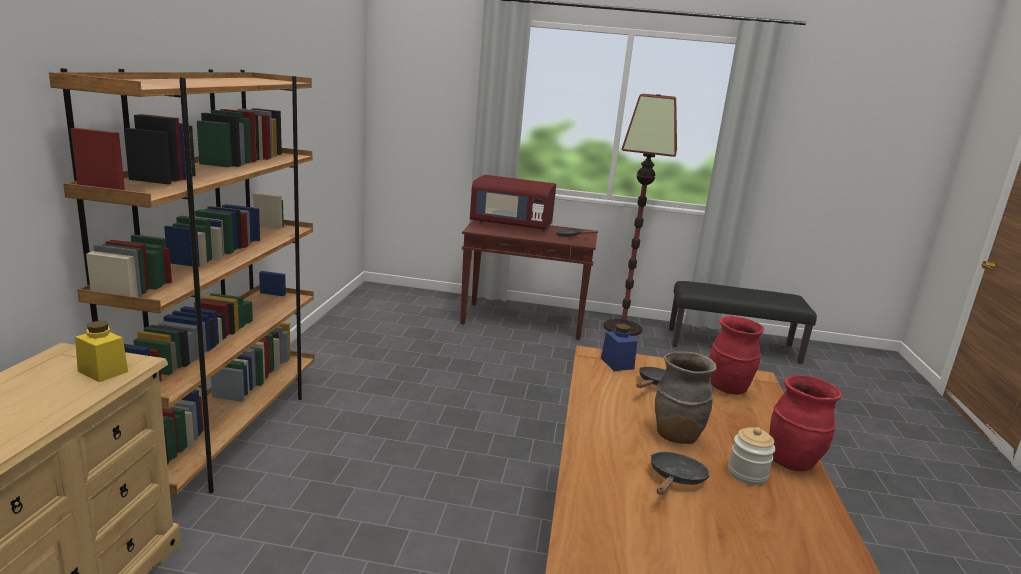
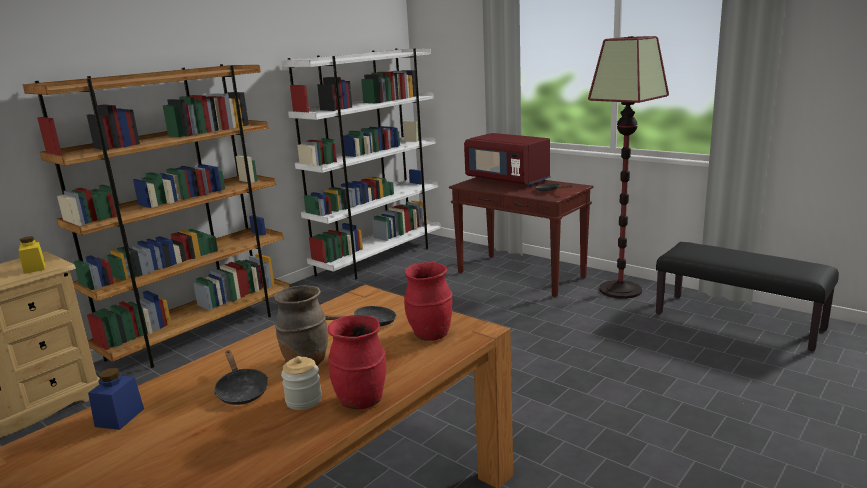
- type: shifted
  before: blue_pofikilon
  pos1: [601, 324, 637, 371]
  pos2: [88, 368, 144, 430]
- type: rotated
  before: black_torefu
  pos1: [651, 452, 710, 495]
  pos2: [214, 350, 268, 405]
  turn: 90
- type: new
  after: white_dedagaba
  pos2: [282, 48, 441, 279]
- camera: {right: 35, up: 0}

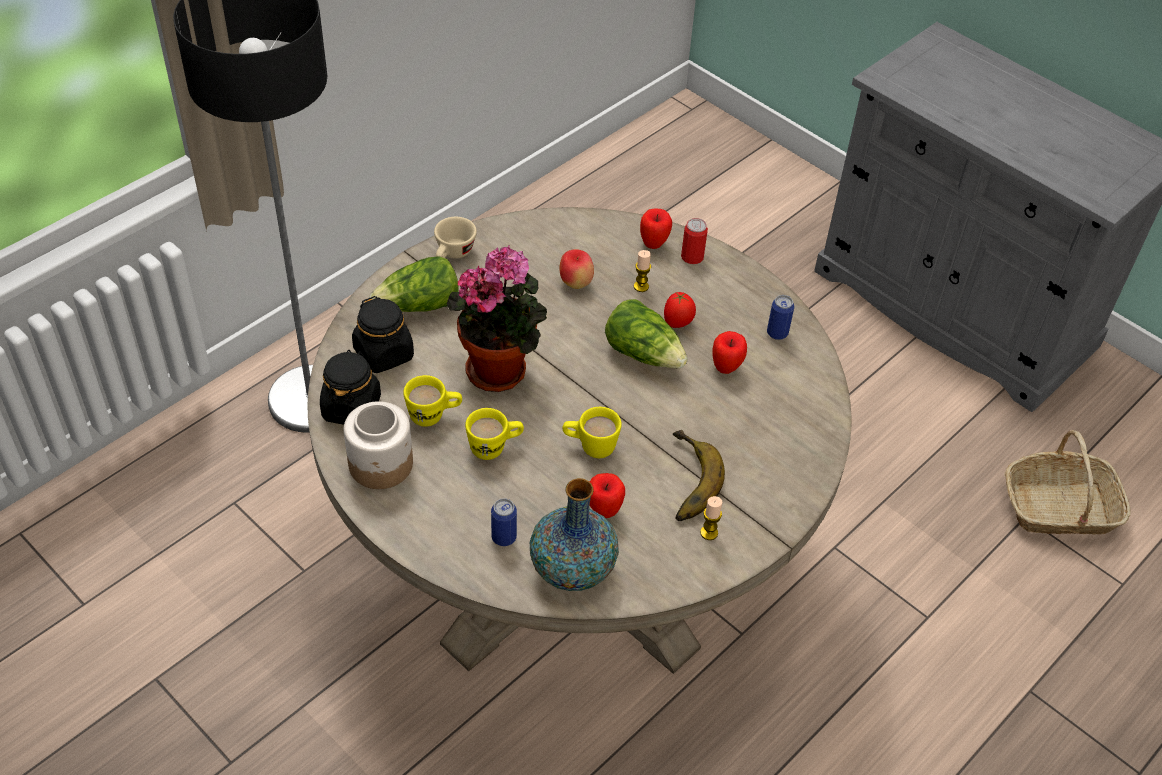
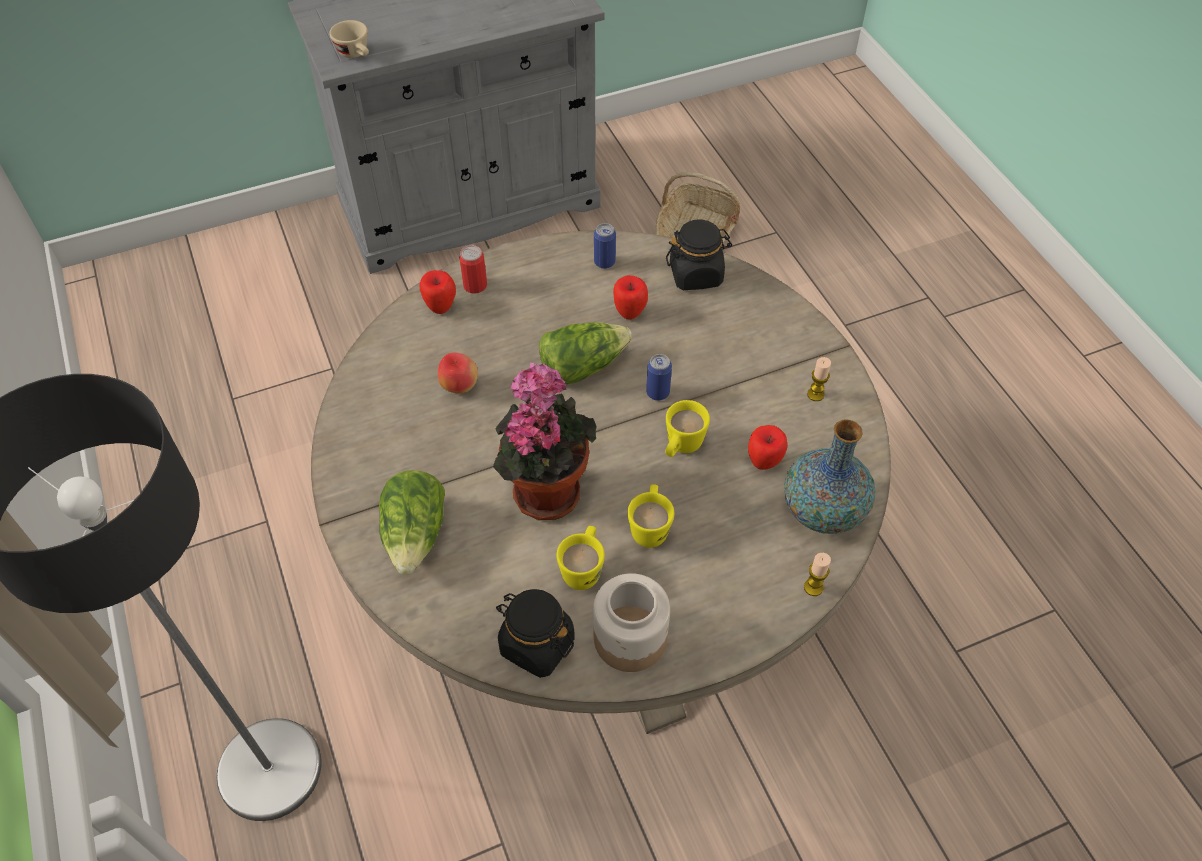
- type: shifted
  before: black_pofikilon
  pos1: [352, 296, 414, 373]
  pos2: [666, 219, 732, 290]
- type: shifted
  before: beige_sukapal
  pos1: [434, 217, 477, 259]
  pos2: [329, 20, 369, 58]
- type: shifted
  before: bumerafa
  pos1: [491, 498, 517, 546]
  pos2: [646, 354, 672, 401]
- type: shifted
  before: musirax
  pos1: [634, 250, 651, 292]
  pos2: [804, 553, 831, 596]
- type: gone
  before: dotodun
  pos1: [664, 292, 696, 328]
- type: gone
  before: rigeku
  pos1: [673, 430, 725, 521]
- camera: {right: -65, up: 5}

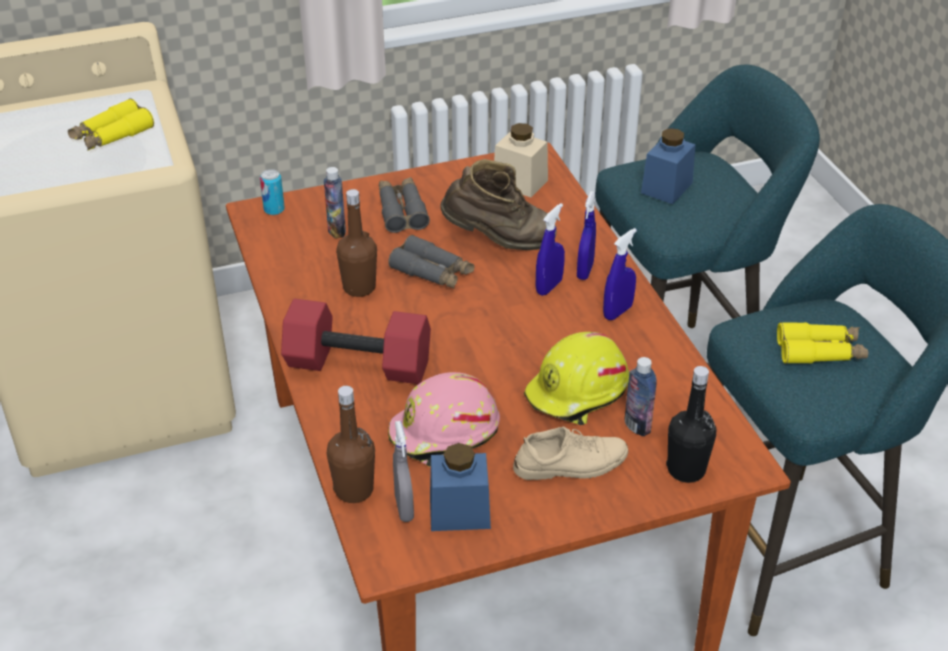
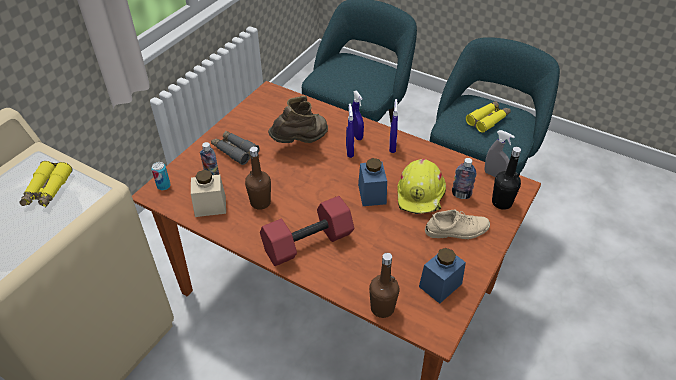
- type: gone
  before: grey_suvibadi
  pos1: [388, 235, 474, 289]
- type: gone
  before: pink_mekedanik
  pos1: [388, 372, 500, 467]
- type: shifted
  before: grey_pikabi
  pos1: [393, 421, 414, 522]
  pos2: [484, 130, 515, 177]
- type: shifted
  before: beige_pofikilon
  pos1: [494, 123, 548, 197]
  pos2: [191, 170, 226, 217]
- type: rotated
  before: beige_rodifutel
  pos1: [513, 427, 628, 480]
  pos2: [425, 210, 490, 239]
  turn: 45
- type: shifted
  before: blue_pofikilon
  pos1: [641, 128, 696, 204]
  pos2: [358, 158, 387, 206]
- camera: {right: -40, up: 5}

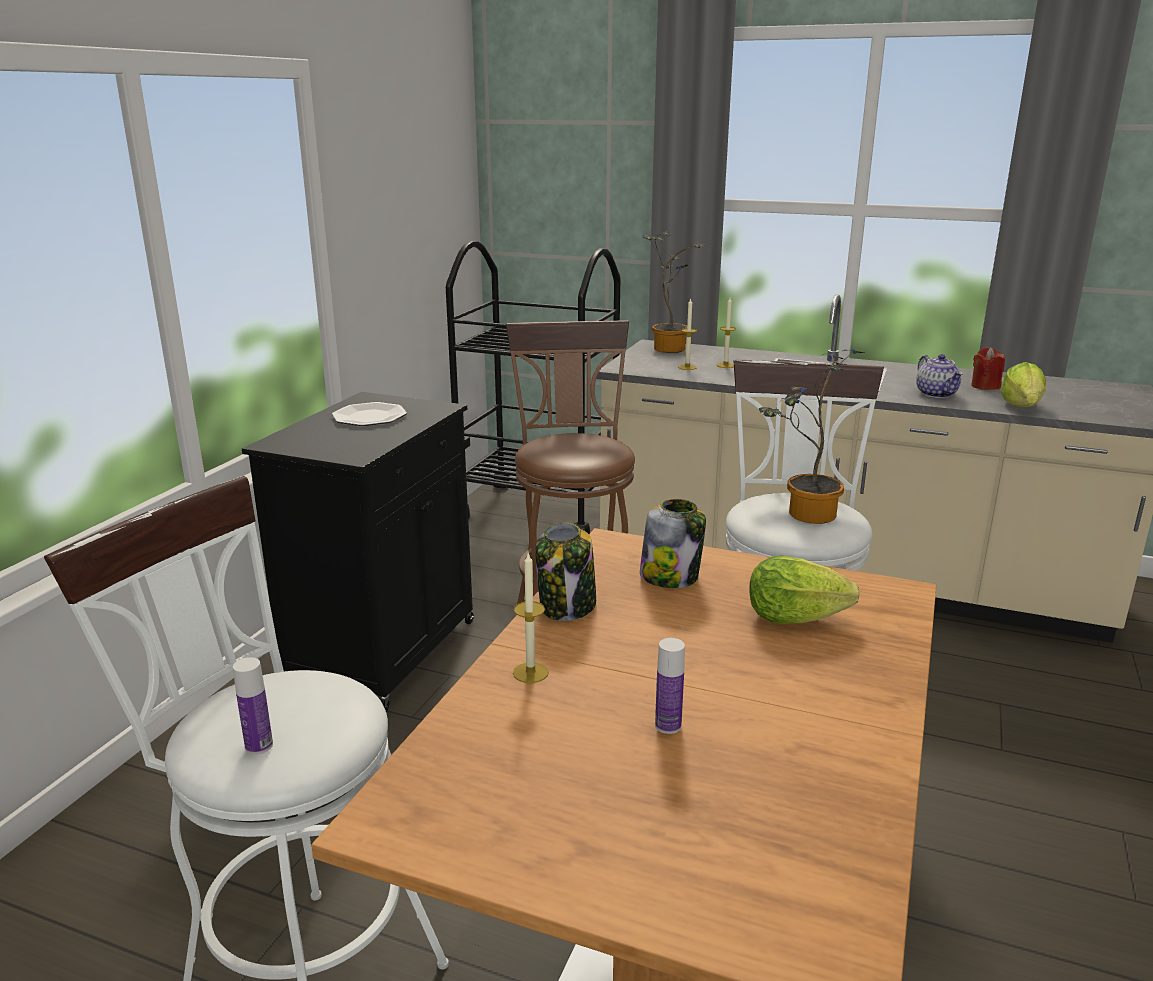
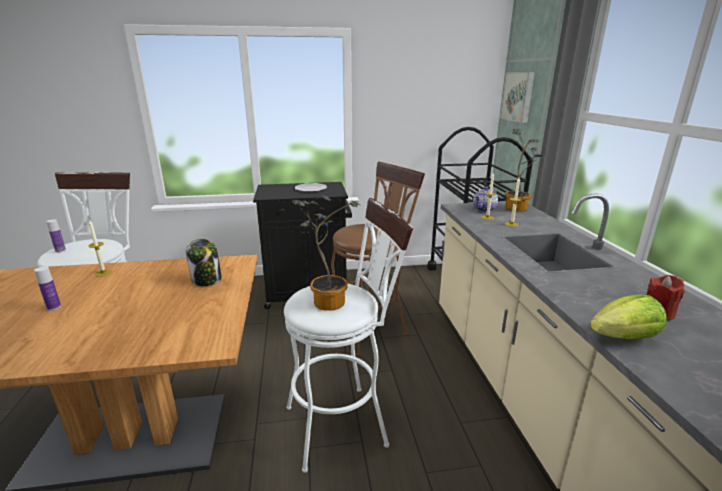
- type: gone
  before: pofikilon
  pos1: [535, 523, 596, 621]
- type: gone
  before: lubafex
  pos1: [749, 556, 860, 624]
- type: shifted
  before: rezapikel
  pos1: [916, 354, 963, 398]
  pos2: [473, 187, 498, 212]
- type: new
  after: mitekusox
  pos2: [500, 72, 535, 123]
- camera: {right: 60, up: 0}

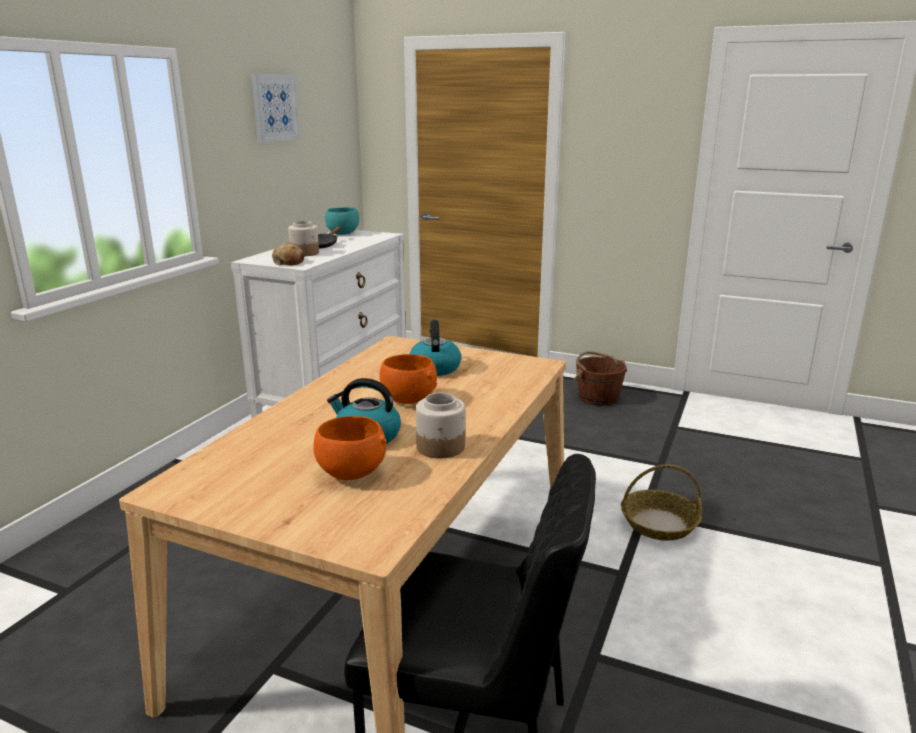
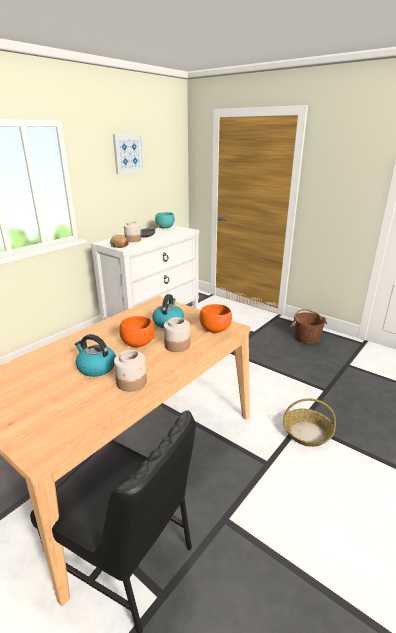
- type: shifted
  before: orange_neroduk
  pos1: [313, 416, 387, 480]
  pos2: [199, 304, 232, 333]
- type: new
  after: pofikilon
  pos2: [164, 317, 190, 352]
- camera: {right: 15, up: 5}

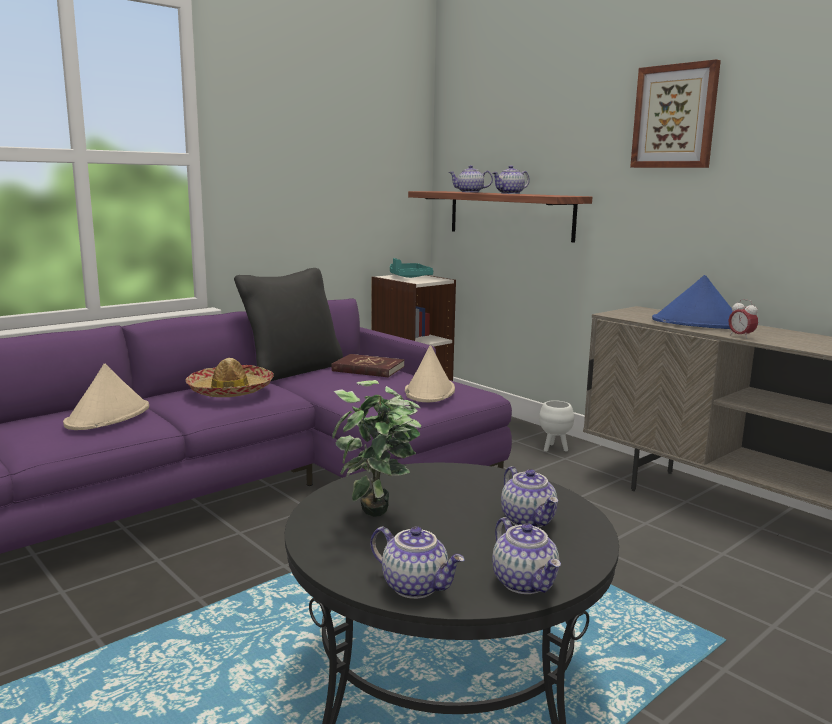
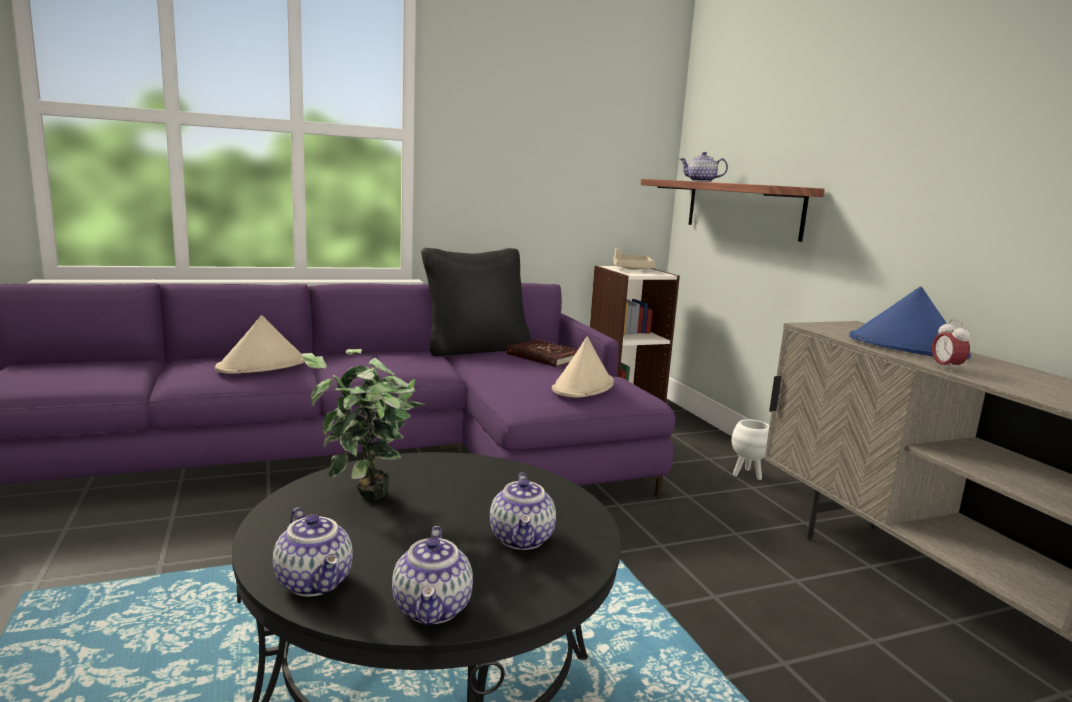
- type: gone
  before: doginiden
  pos1: [186, 358, 274, 397]
- type: repainted
  before: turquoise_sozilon
  after: beige_sozilon
  pos1: [390, 258, 433, 278]
  pos2: [613, 248, 655, 270]
- type: gone
  before: rezapikel
  pos1: [492, 165, 530, 194]
- type: gone
  before: mitekusox
  pos1: [630, 59, 721, 168]
- camera: {right: 20, up: 0}

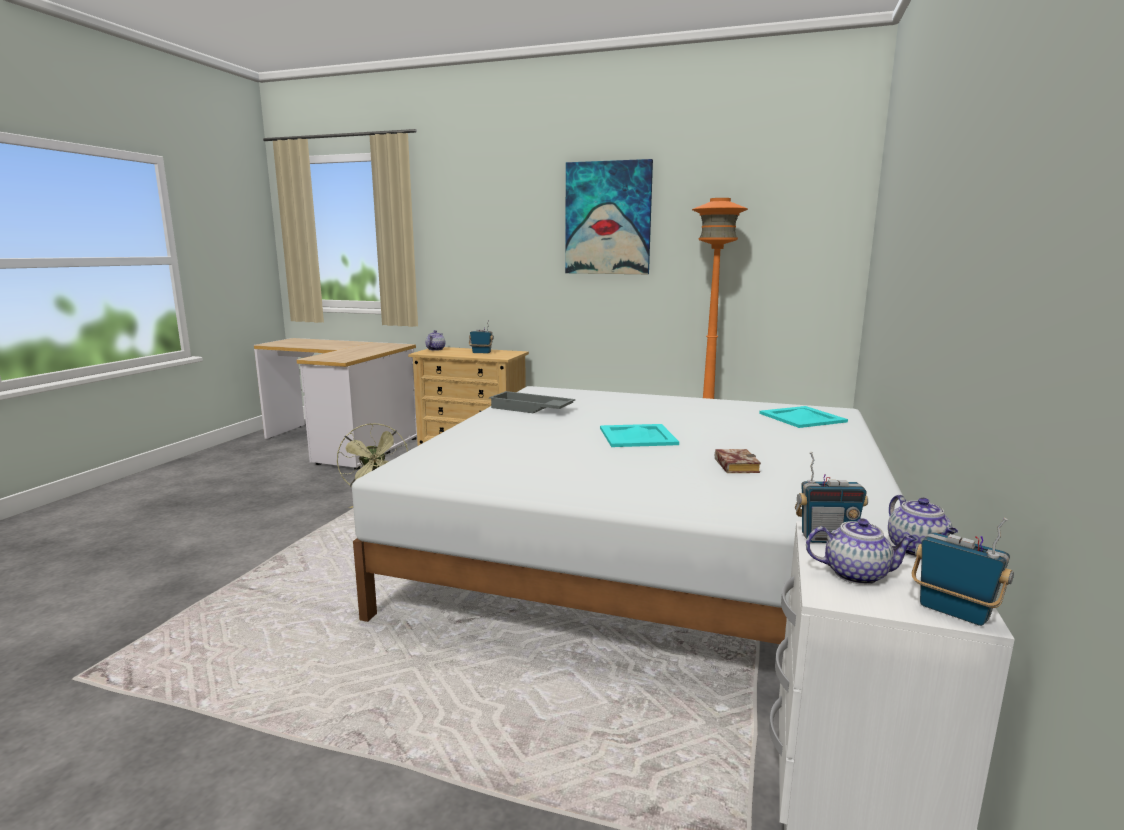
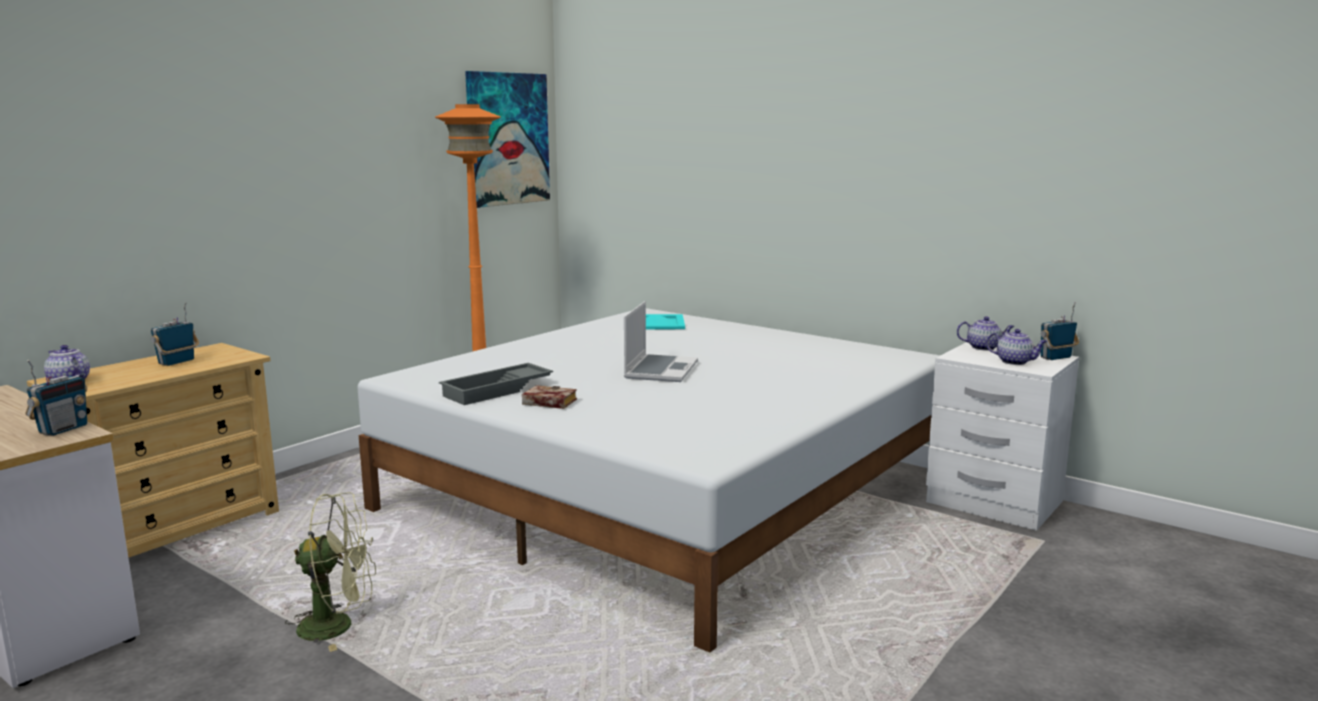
- type: shifted
  before: mitekusox
  pos1: [565, 159, 653, 274]
  pos2: [465, 71, 550, 208]
- type: swapped
  before: turquoise_sozilon
  after: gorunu
  pos1: [600, 424, 679, 447]
  pos2: [624, 301, 698, 382]
- type: shifted
  before: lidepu
  pos1: [715, 449, 761, 473]
  pos2: [522, 385, 577, 409]
- type: shifted
  before: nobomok
  pos1: [795, 452, 868, 543]
  pos2: [25, 360, 87, 436]
- type: rotated
  before: rezapikel
  pos1: [806, 518, 917, 585]
  pos2: [986, 329, 1048, 365]
  turn: 90
- camera: {right: -70, up: 0}

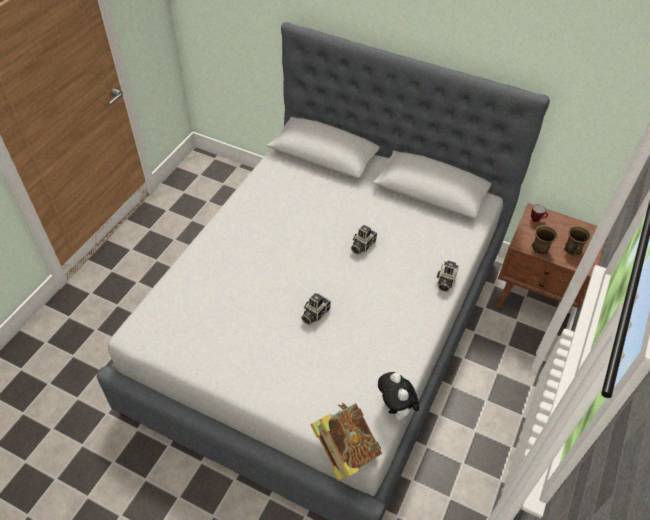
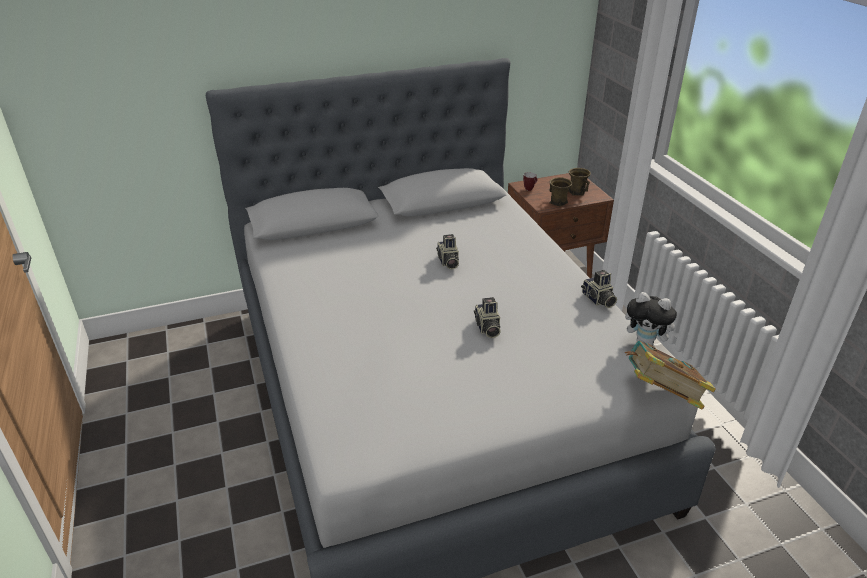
- type: shifted
  before: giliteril
  pos1: [437, 261, 459, 292]
  pos2: [581, 270, 617, 308]
- camera: {right: -45, up: -15}

